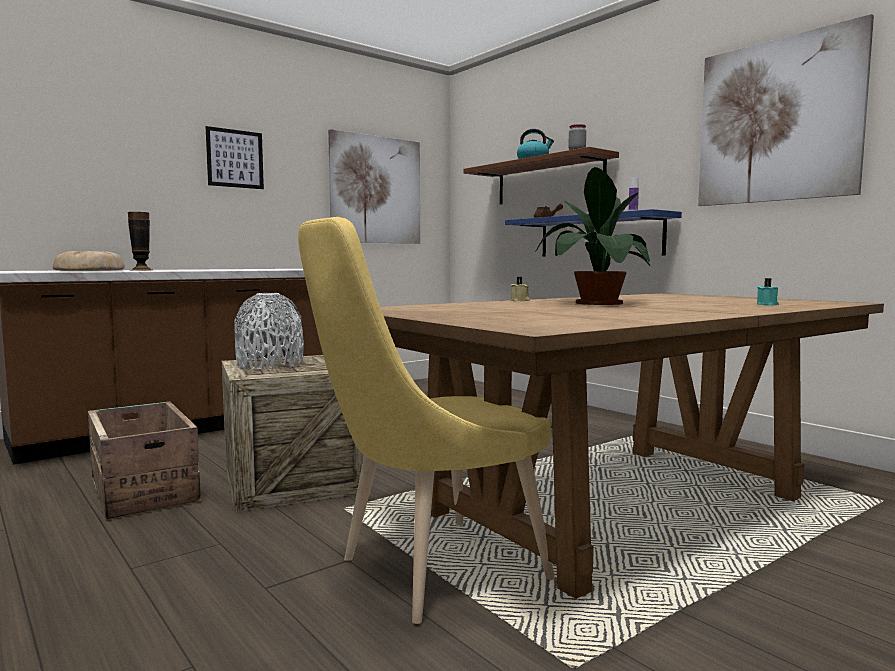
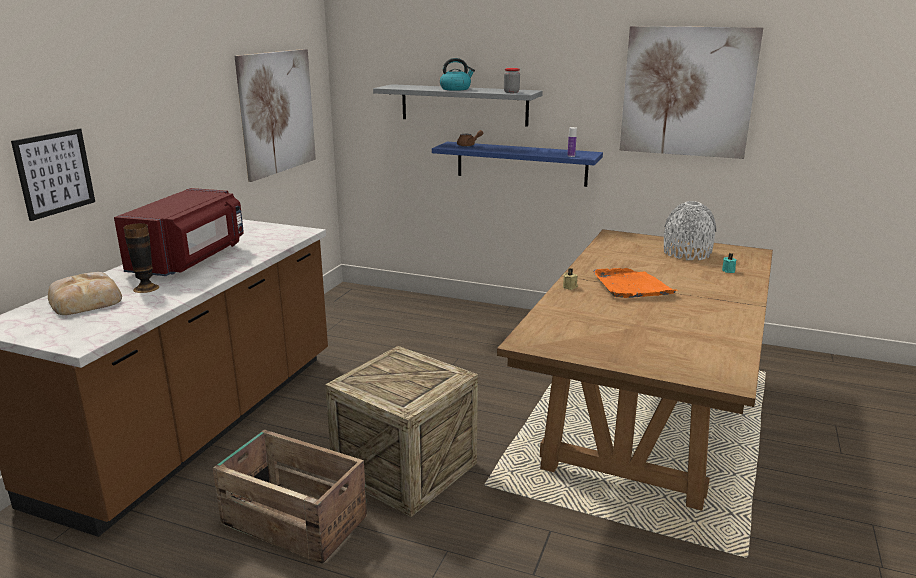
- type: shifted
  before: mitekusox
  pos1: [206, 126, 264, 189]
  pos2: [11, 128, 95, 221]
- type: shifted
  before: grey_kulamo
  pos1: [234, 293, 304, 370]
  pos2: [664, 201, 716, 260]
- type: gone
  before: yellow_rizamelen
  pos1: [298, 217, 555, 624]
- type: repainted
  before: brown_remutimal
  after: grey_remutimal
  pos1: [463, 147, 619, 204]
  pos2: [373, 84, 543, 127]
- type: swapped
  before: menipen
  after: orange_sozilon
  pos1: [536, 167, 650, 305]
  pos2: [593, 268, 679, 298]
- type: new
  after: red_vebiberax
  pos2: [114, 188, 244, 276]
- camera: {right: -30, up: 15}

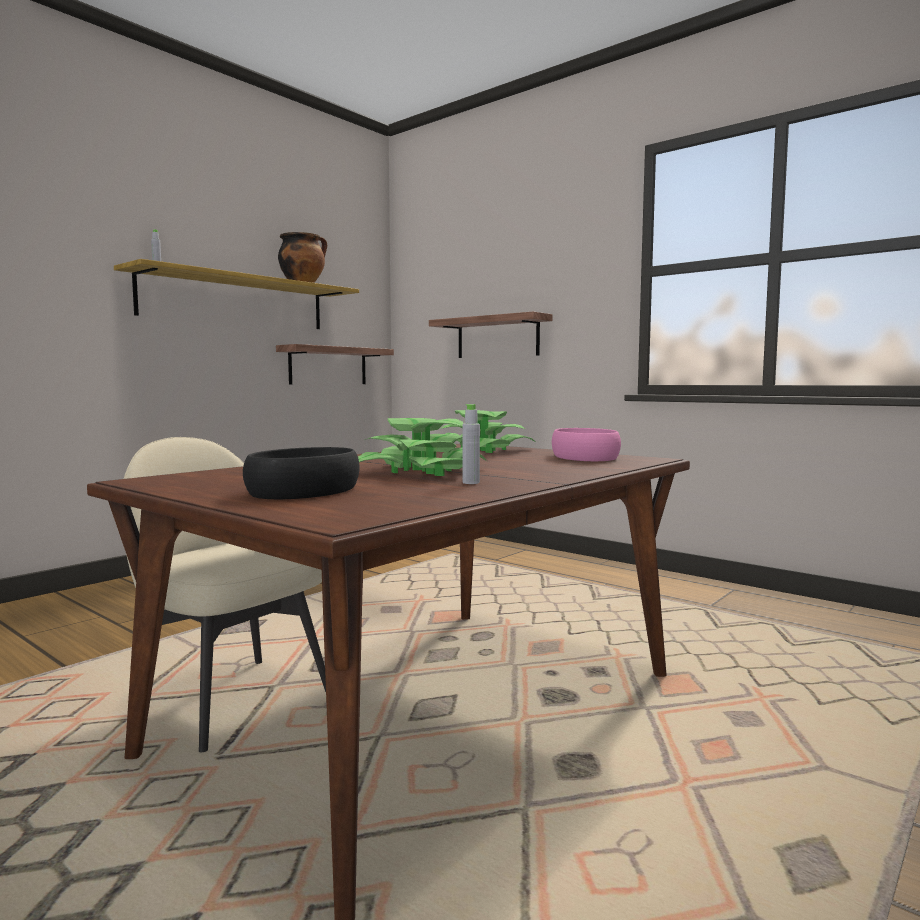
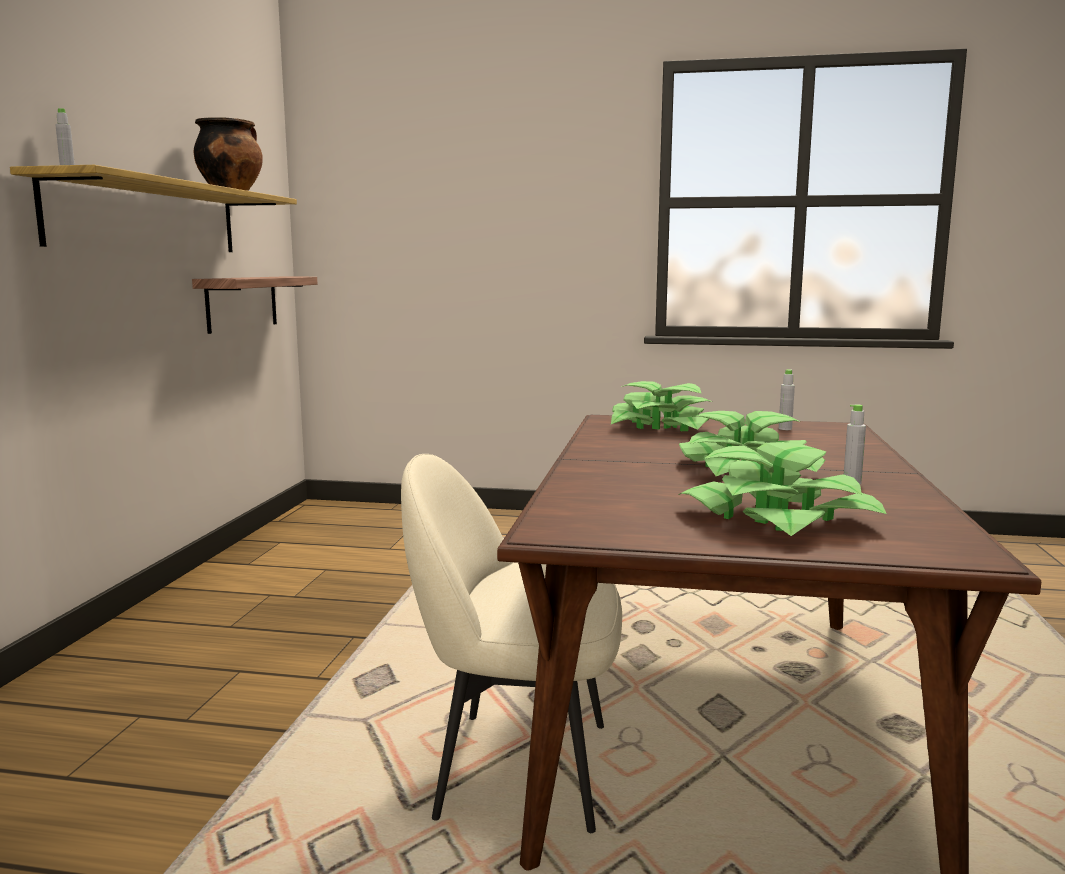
- type: swapped
  before: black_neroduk
  after: menipen
  pos1: [243, 447, 360, 499]
  pos2: [679, 442, 886, 536]
- type: gone
  before: remutimal
  pos1: [429, 311, 553, 358]
- type: swapped
  before: pink_neroduk
  after: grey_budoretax
  pos1: [552, 428, 621, 461]
  pos2: [779, 369, 795, 430]
- camera: {right: -30, up: 5}

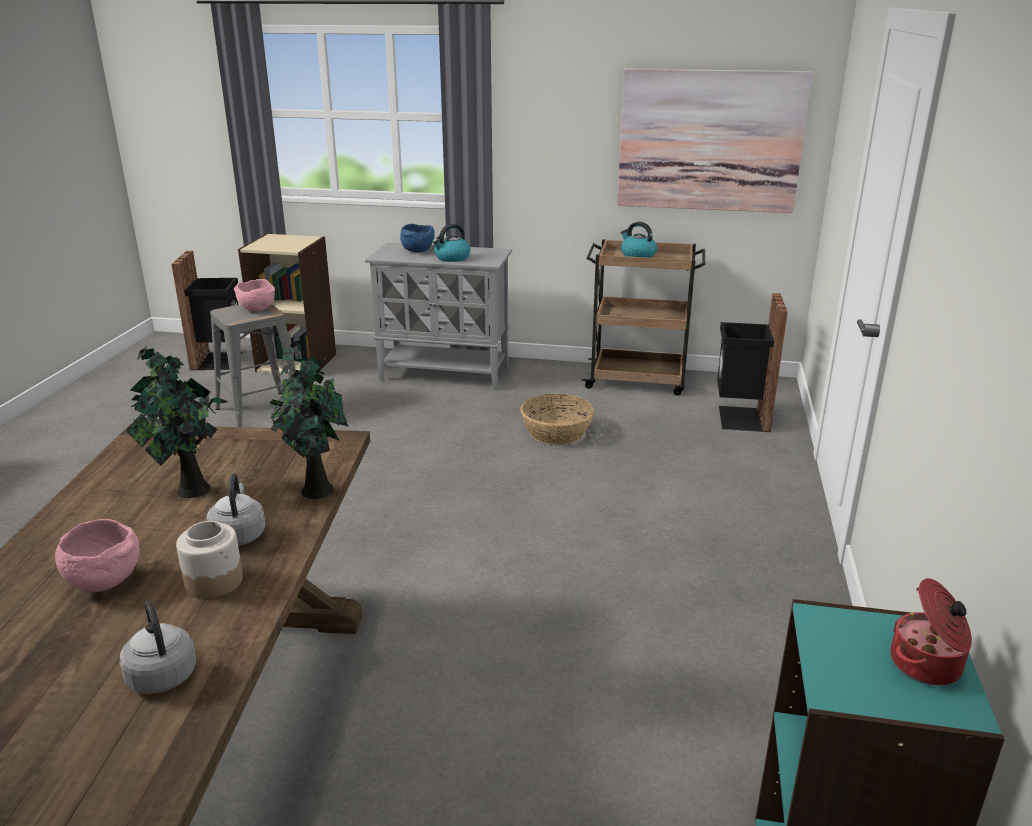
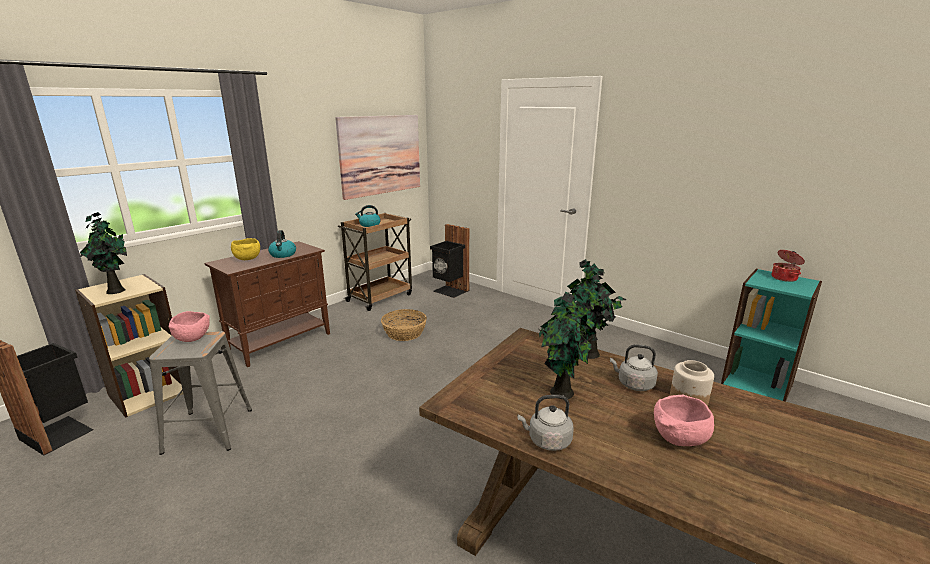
- type: shifted
  before: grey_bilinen
  pos1: [120, 600, 196, 694]
  pos2: [517, 395, 574, 451]
- type: repainted
  before: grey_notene
  after: brown_notene
  pos1: [365, 243, 512, 390]
  pos2: [205, 241, 330, 367]
- type: repainted
  before: blue_neroduk
  after: yellow_neroduk
  pos1: [400, 224, 435, 253]
  pos2: [231, 238, 260, 260]
- type: new
  after: menipen
  pos2: [79, 212, 127, 294]
- camera: {right: -60, up: -5}

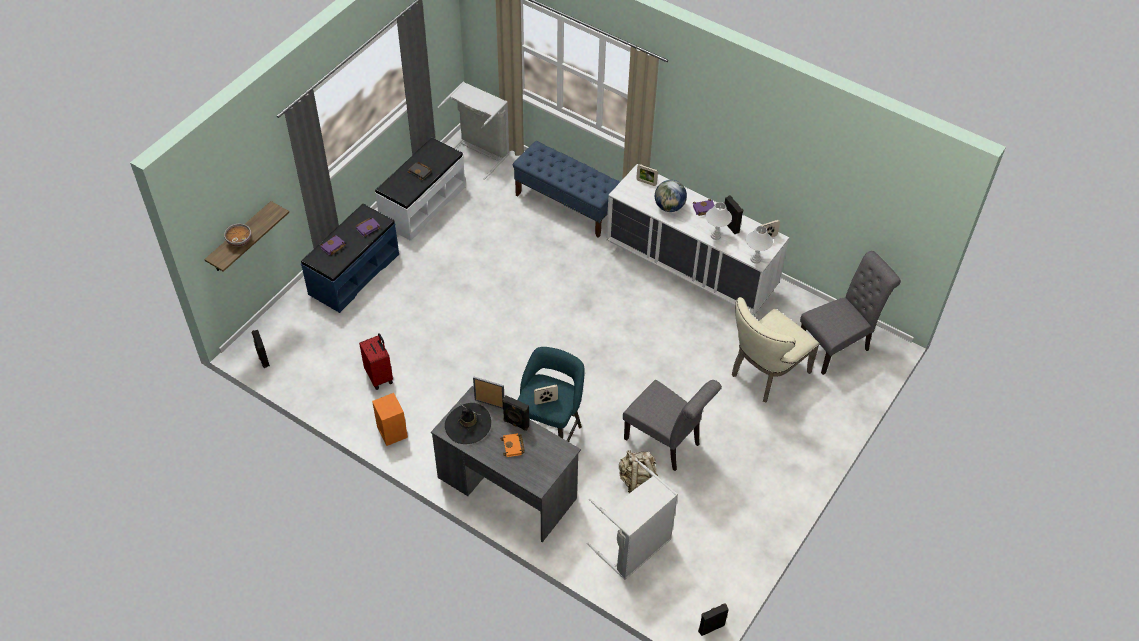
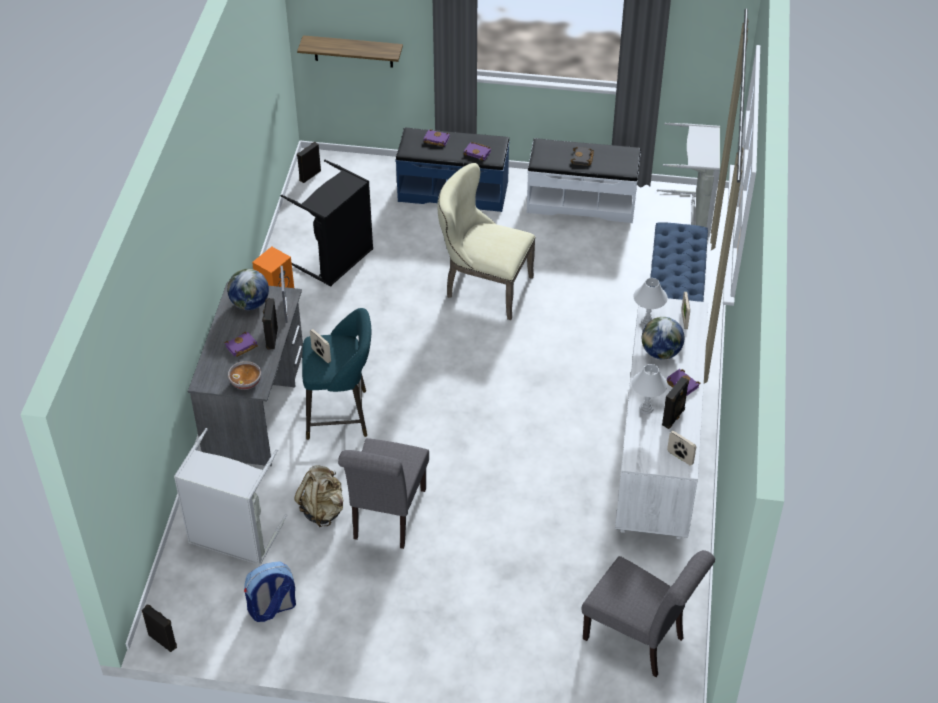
- type: shifted
  before: neroduk
  pos1: [224, 224, 251, 247]
  pos2: [228, 361, 261, 390]
- type: swapped
  before: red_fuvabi
  after: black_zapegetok
  pos1: [359, 333, 393, 390]
  pos2: [281, 160, 373, 286]
- type: swapped
  before: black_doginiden
  after: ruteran
  pos1: [445, 403, 491, 444]
  pos2: [227, 269, 269, 310]
- type: repainted
  before: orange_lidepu
  after: purple_lidepu
  pos1: [500, 433, 525, 457]
  pos2: [225, 332, 258, 357]
- type: shifted
  before: beige_rizamelen
  pos1: [732, 297, 819, 403]
  pos2: [437, 163, 536, 320]
- type: shifted
  before: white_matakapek
  pos1: [746, 226, 773, 264]
  pos2: [633, 278, 668, 326]
- type: new
  after: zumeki
  pos2: [244, 561, 296, 622]
- camera: {right: 65, up: -5}

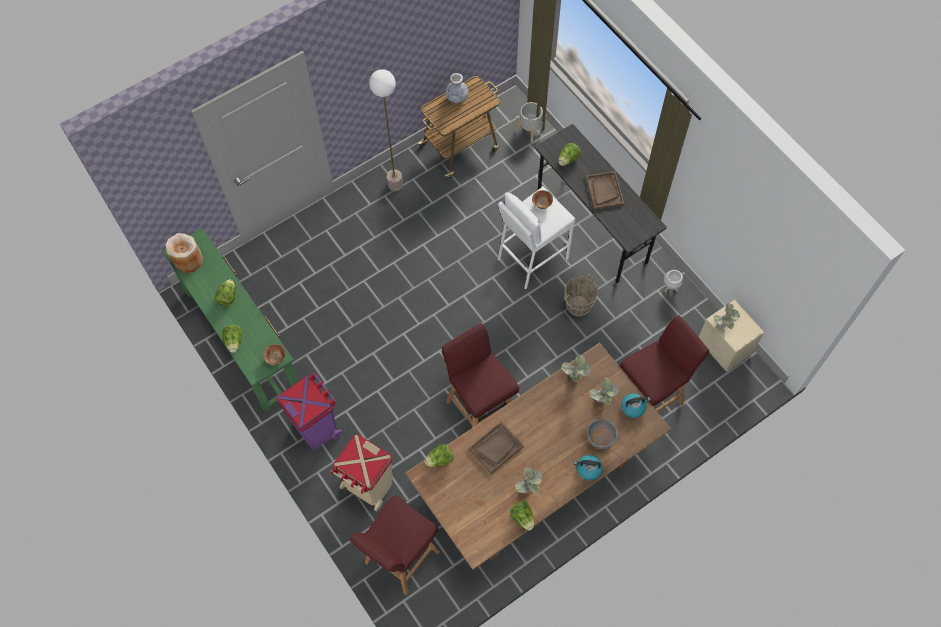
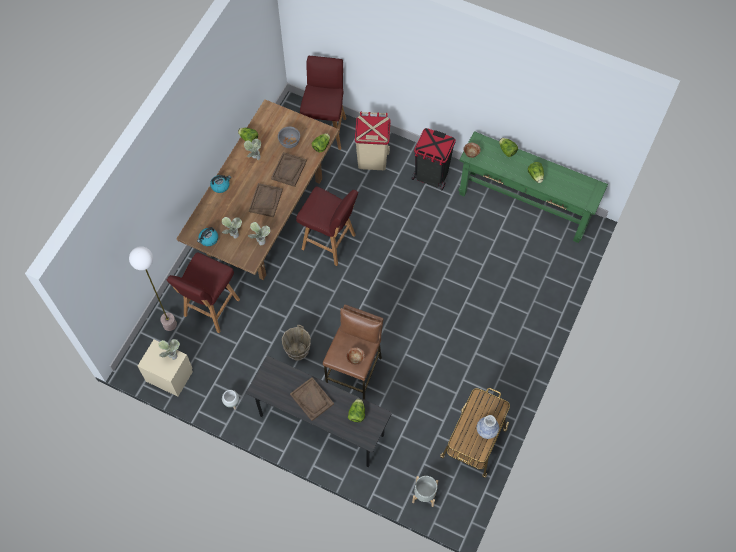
- type: gone
  before: beige_kulamo
  pos1: [165, 233, 203, 273]
- type: repainted
  before: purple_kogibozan
  after: black_kogibozan
  pos1: [276, 373, 342, 450]
  pos2: [411, 128, 456, 190]
- type: shifted
  before: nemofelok
  pos1: [369, 69, 403, 191]
  pos2: [129, 246, 177, 331]
- type: repainted
  before: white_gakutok
  after: brown_gakutok
  pos1: [498, 186, 576, 290]
  pos2: [323, 304, 383, 400]
- type: shifted
  before: grey_neroduk
  pos1: [587, 419, 618, 449]
  pos2: [278, 126, 300, 148]
- type: new
  after: brown_sozilon
  pos2: [249, 183, 283, 217]
- camera: {right: 150, up: 0}

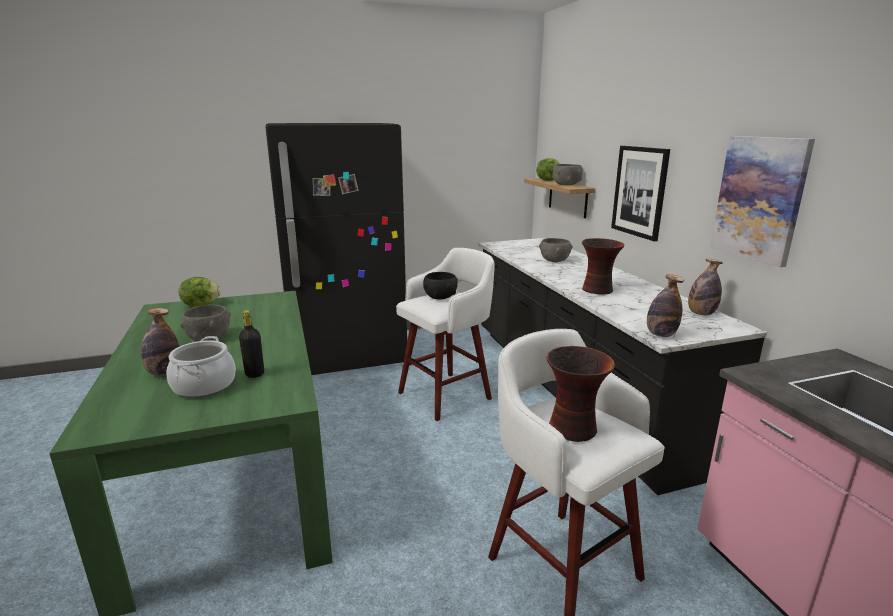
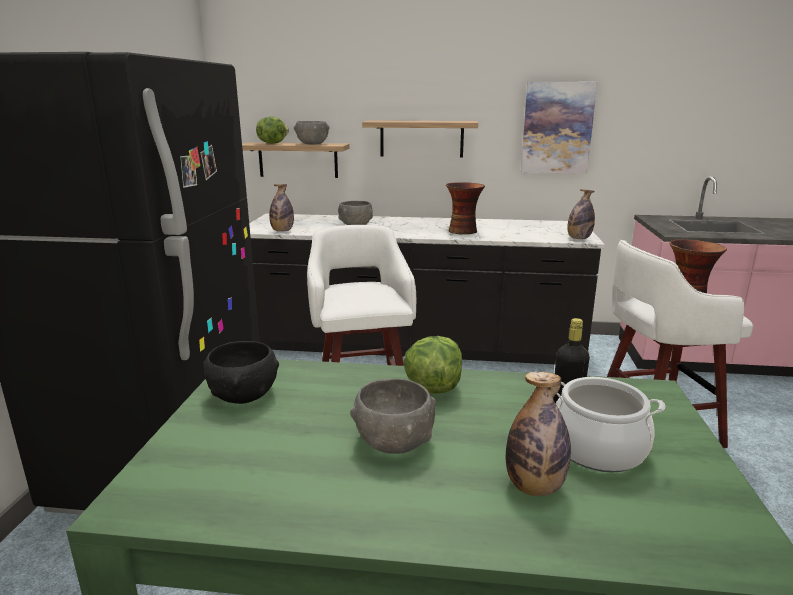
- type: shifted
  before: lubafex
  pos1: [179, 277, 221, 307]
  pos2: [403, 336, 462, 394]
- type: shifted
  before: black_neroduk
  pos1: [423, 272, 458, 300]
  pos2: [203, 341, 279, 404]
- type: swapped
  before: mitekusox
  after: remutimal
  pos1: [611, 146, 670, 241]
  pos2: [362, 121, 478, 157]
- type: shifted
  before: budoretax
  pos1: [688, 259, 723, 315]
  pos2: [269, 184, 294, 232]
- camera: {right: -65, up: 0}

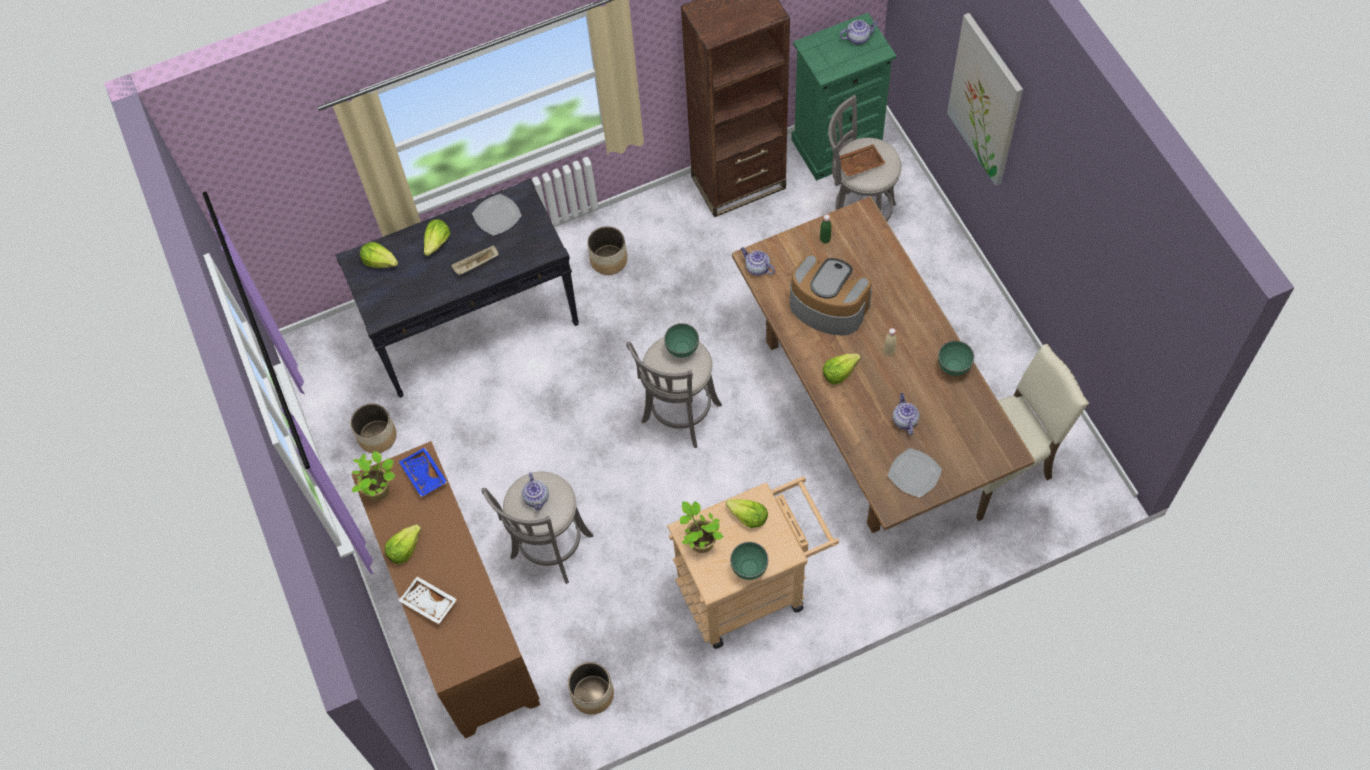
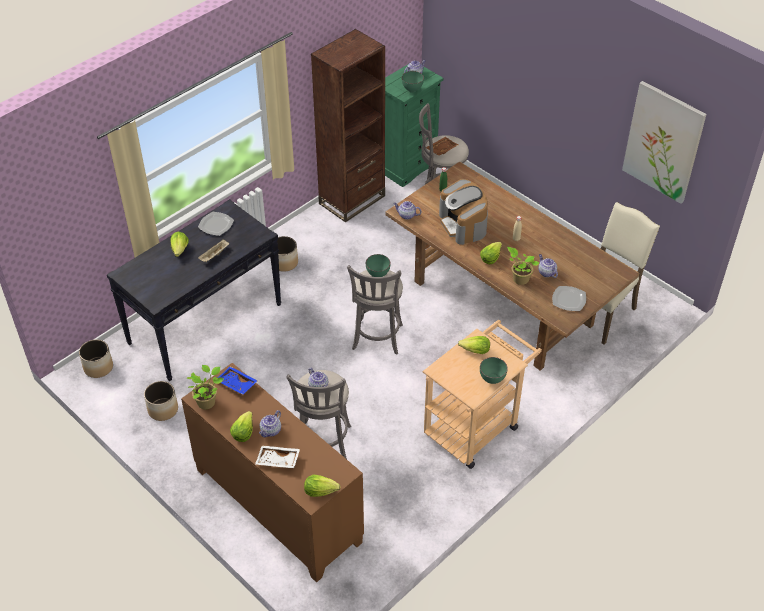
- type: shifted
  before: lubafex
  pos1: [360, 242, 398, 268]
  pos2: [304, 475, 341, 497]
- type: shifted
  before: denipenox
  pos1: [568, 662, 614, 715]
  pos2: [79, 339, 113, 378]
- type: shifted
  before: menipen
  pos1: [680, 501, 724, 553]
  pos2: [507, 247, 540, 285]
- type: rotated
  before: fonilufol
  pos1: [790, 254, 872, 336]
  pos2: [439, 179, 488, 245]
  turn: -120
- type: shifted
  before: green_neroduk
  pos1: [938, 341, 974, 376]
  pos2: [402, 71, 424, 93]
- type: shifted
  before: mitekusox
  pos1: [947, 13, 1023, 186]
  pos2: [622, 81, 706, 204]
- type: new
  after: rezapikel
  pos2: [259, 410, 281, 437]
- camera: {right: -25, up: -15}

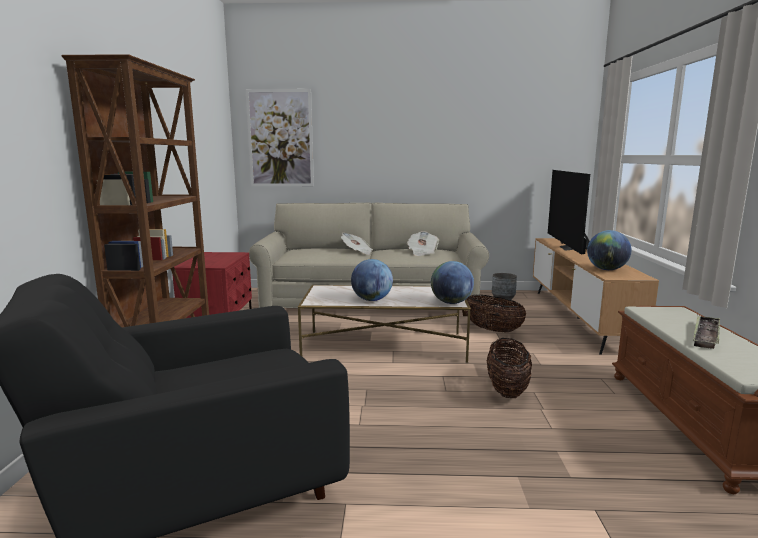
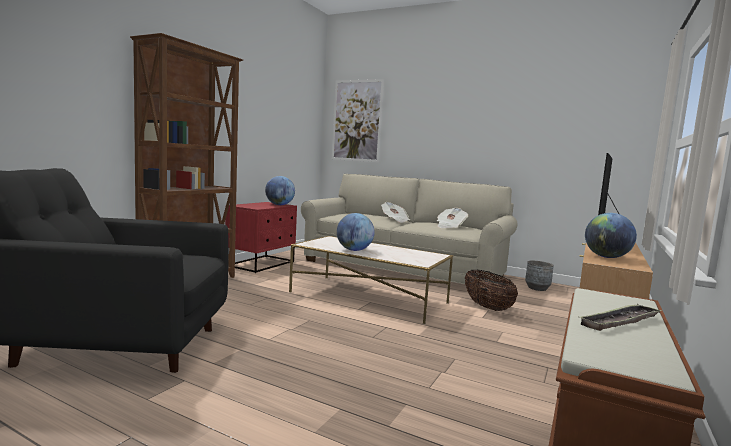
- type: shifted
  before: ruteran
  pos1: [431, 261, 474, 304]
  pos2: [265, 176, 295, 205]
- type: gone
  before: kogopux
  pos1: [487, 338, 532, 398]
- camera: {right: 25, up: -5}

